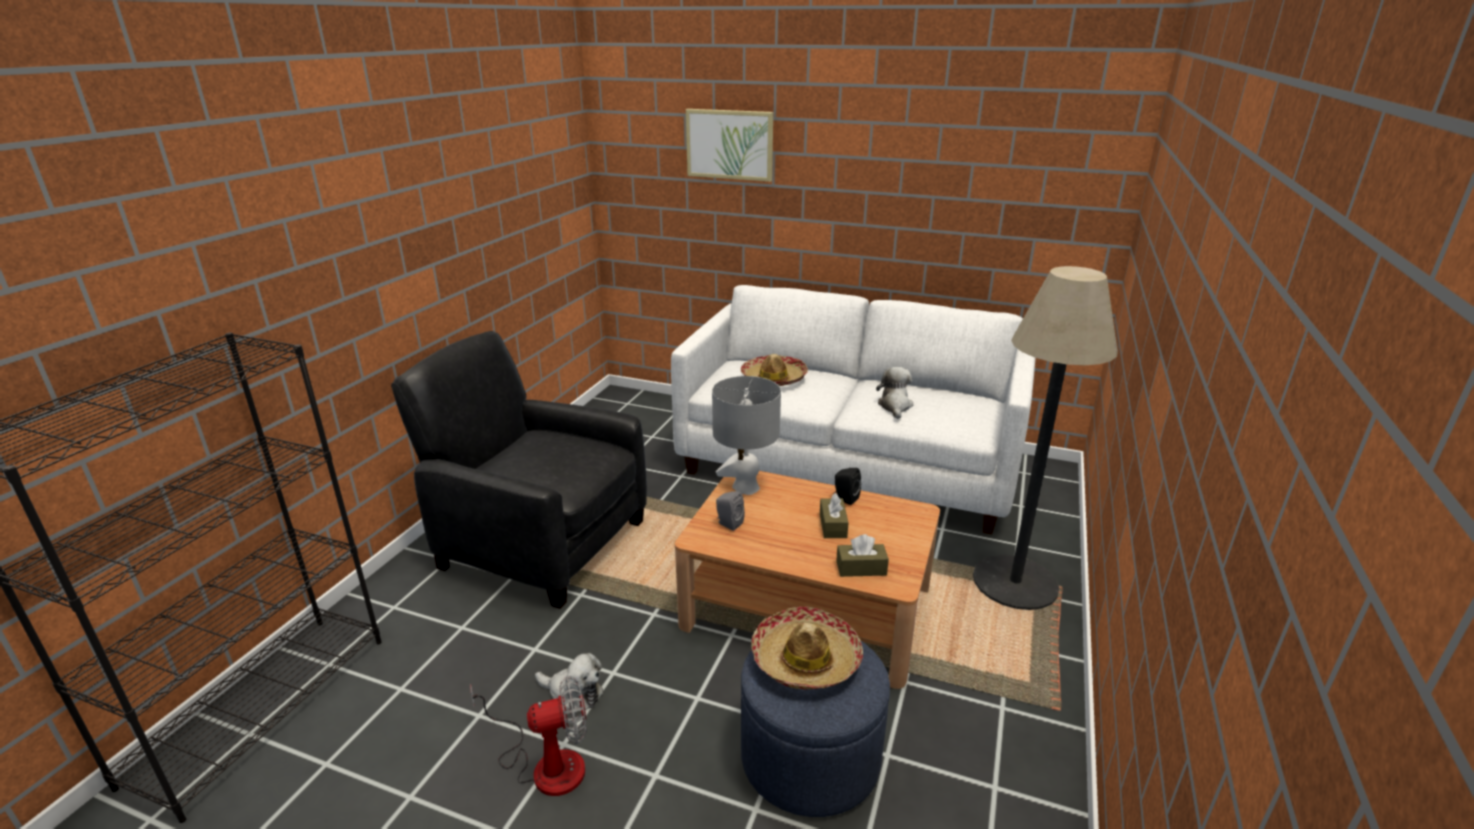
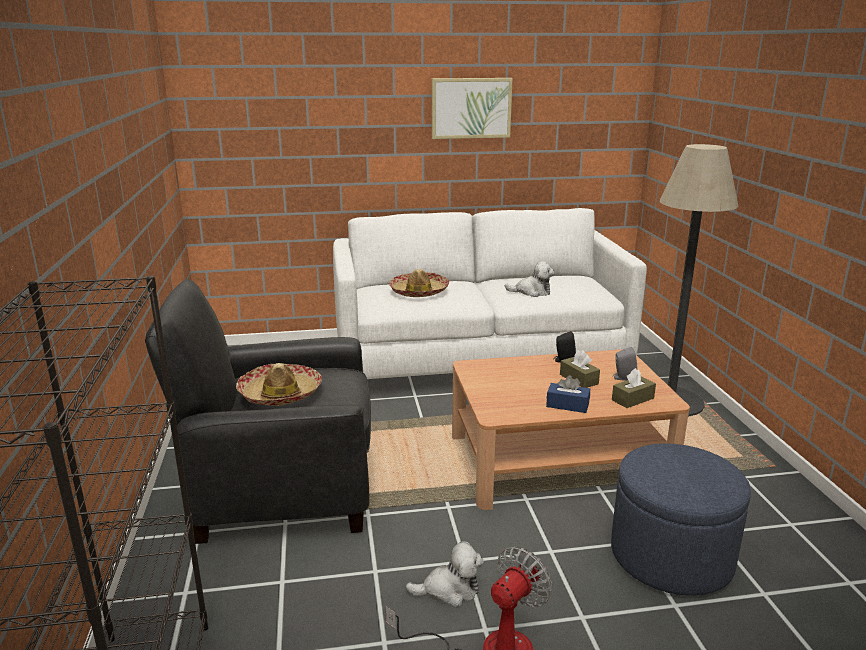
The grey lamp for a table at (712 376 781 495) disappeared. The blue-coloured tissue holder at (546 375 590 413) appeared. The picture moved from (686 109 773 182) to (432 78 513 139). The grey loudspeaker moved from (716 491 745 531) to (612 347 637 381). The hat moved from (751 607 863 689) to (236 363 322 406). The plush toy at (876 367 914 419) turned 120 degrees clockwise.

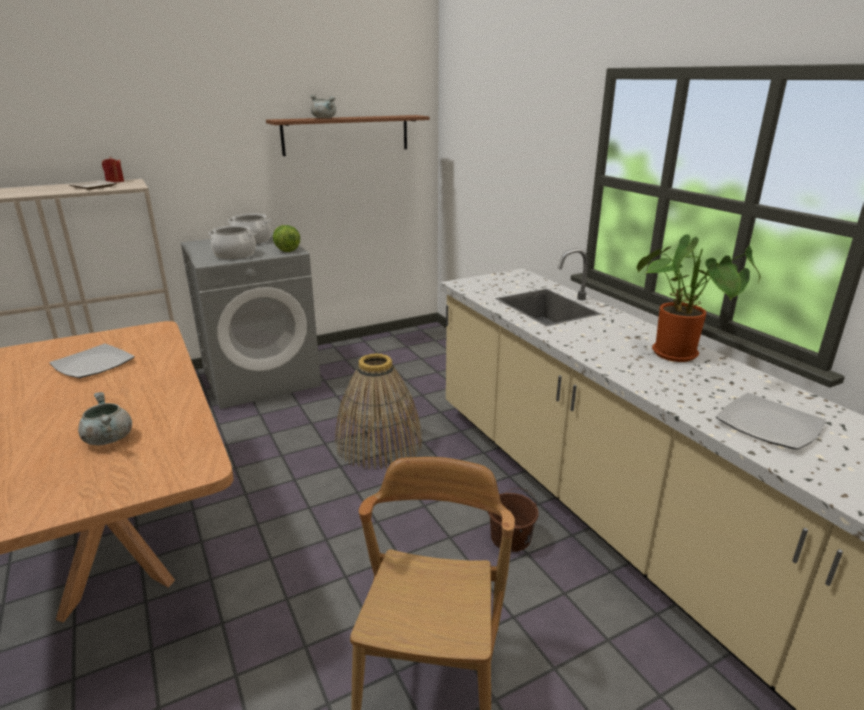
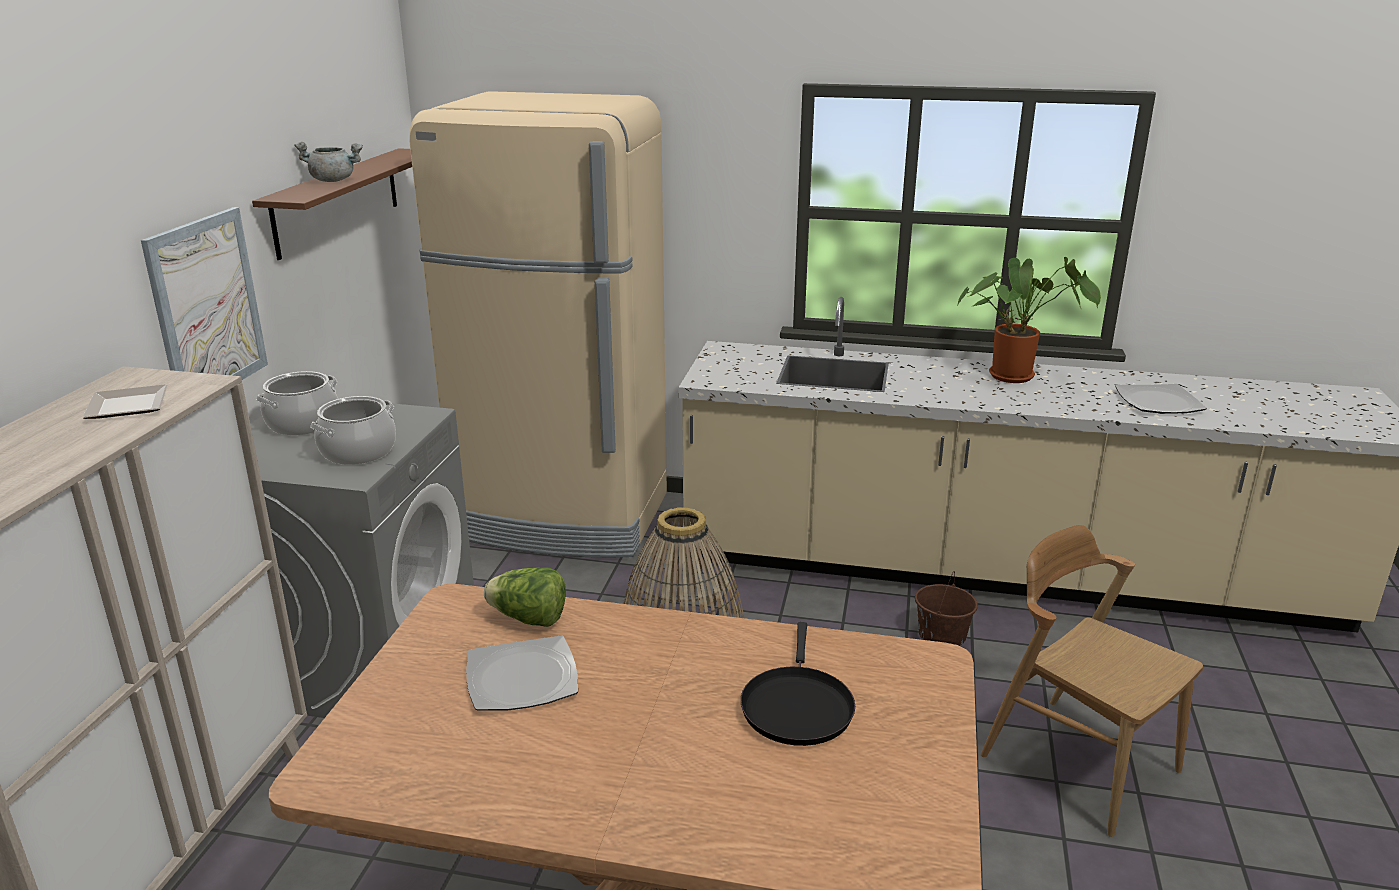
The reddish wax candle at (102 156 124 182) disappeared. The picture at (141 207 268 380) appeared. The beige fridge at (409 91 667 558) appeared. The head of lettuce moved from (273 225 300 252) to (484 567 566 627). The grey saucepot at (78 392 132 445) was replaced by the black-coloured skillet at (741 622 855 746).

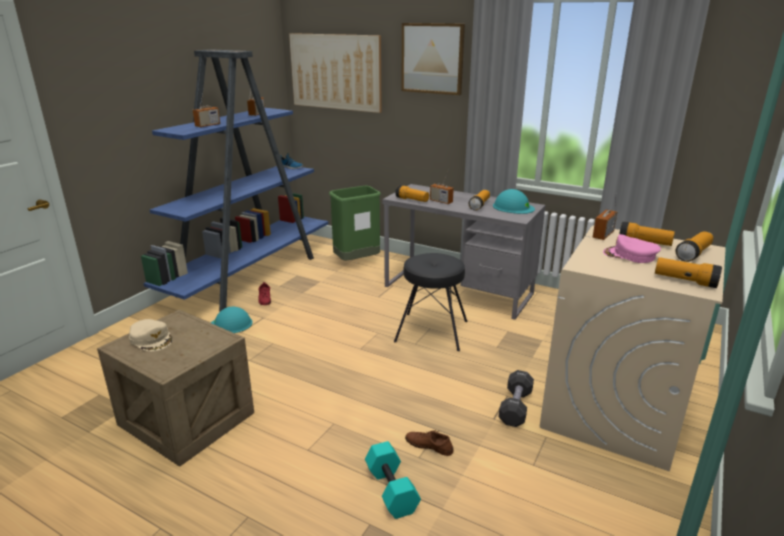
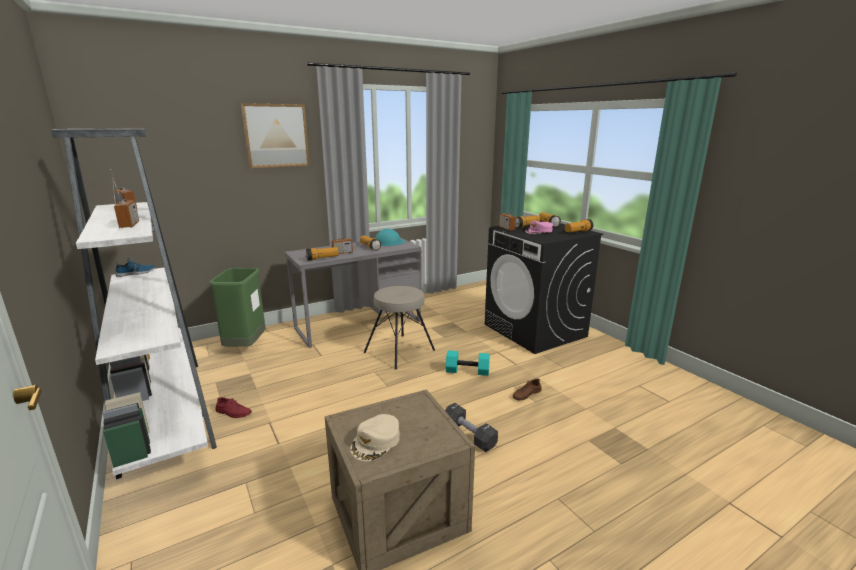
The turquoise hard hat at (211 307 253 333) disappeared. The picture at (289 33 382 113) disappeared. The turquoise hand weight moved from (365 441 421 519) to (446 350 490 376). The black-coloured hand weight moved from (499 370 534 427) to (445 403 498 452). The blue-coloured bookshelf at (141 49 328 311) became the white bookshelf at (51 128 217 479). The black-coloured sitting stool at (394 253 468 351) became the beige sitting stool at (364 286 435 370). The beige laundry appliance at (540 225 726 472) became the black-coloured laundry appliance at (485 220 603 354). The beige cap at (129 319 173 351) turned 135 degrees clockwise.

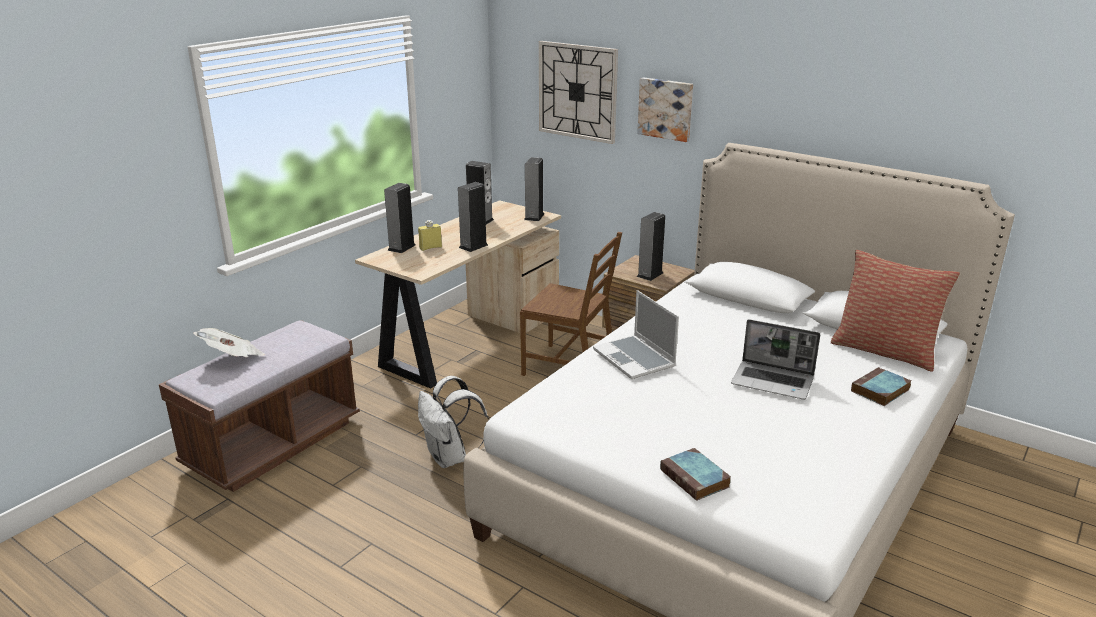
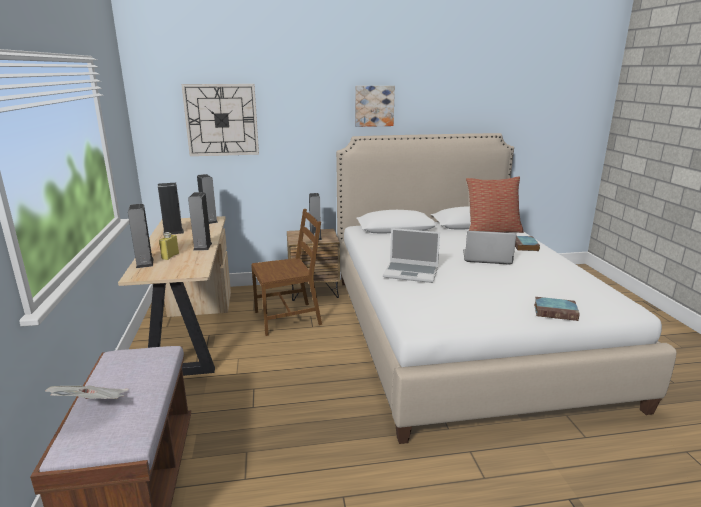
The white rucksack at (418 376 489 468) disappeared. The picture moved from (637 77 693 142) to (355 86 395 127). The laptop at (731 319 820 400) turned 150 degrees counterclockwise.

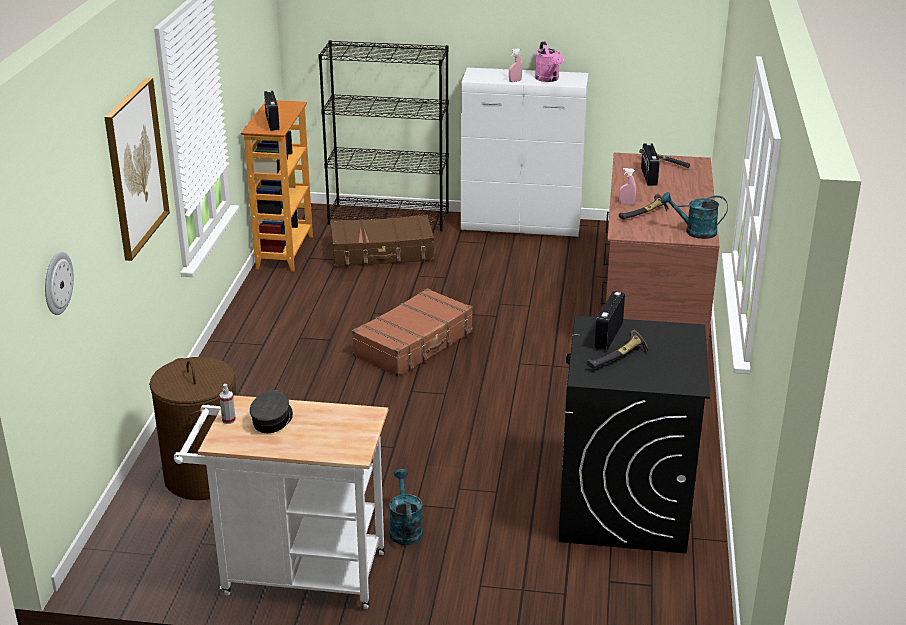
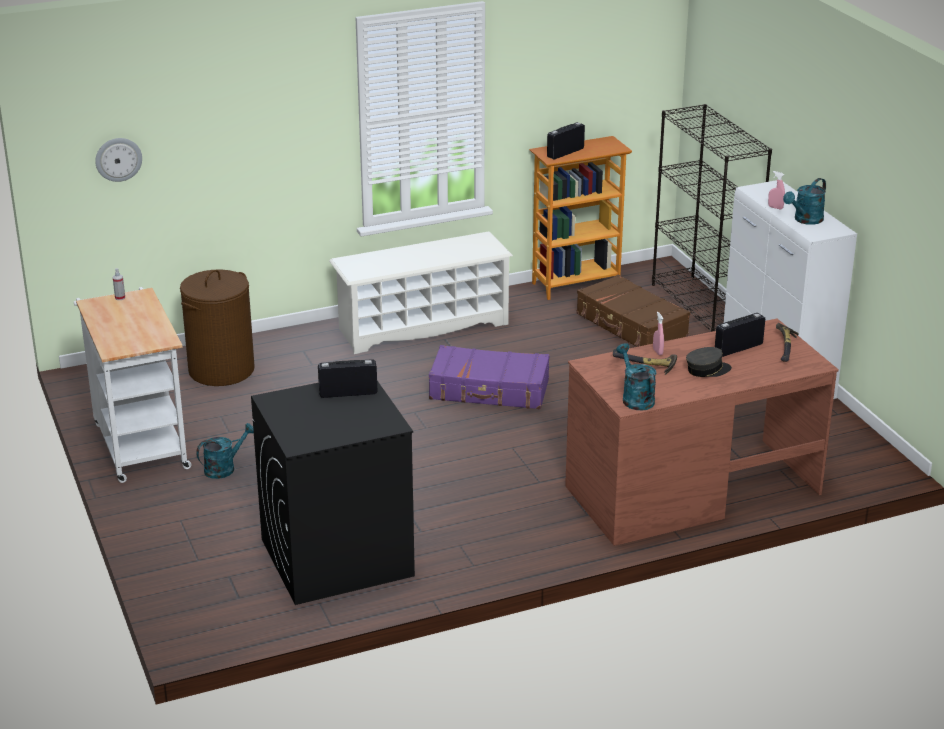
The picture at (104 77 170 261) disappeared. The hand hammer at (587 329 648 368) disappeared. The white shoe stand at (329 231 513 354) appeared. The grey cap moved from (250 390 293 433) to (686 347 732 377). The brown-coloured travel case at (352 288 473 377) became the purplish travel case at (429 345 550 409). The pinkish sprinkling can at (535 41 563 82) became the turquoise sprinkling can at (783 178 826 225).

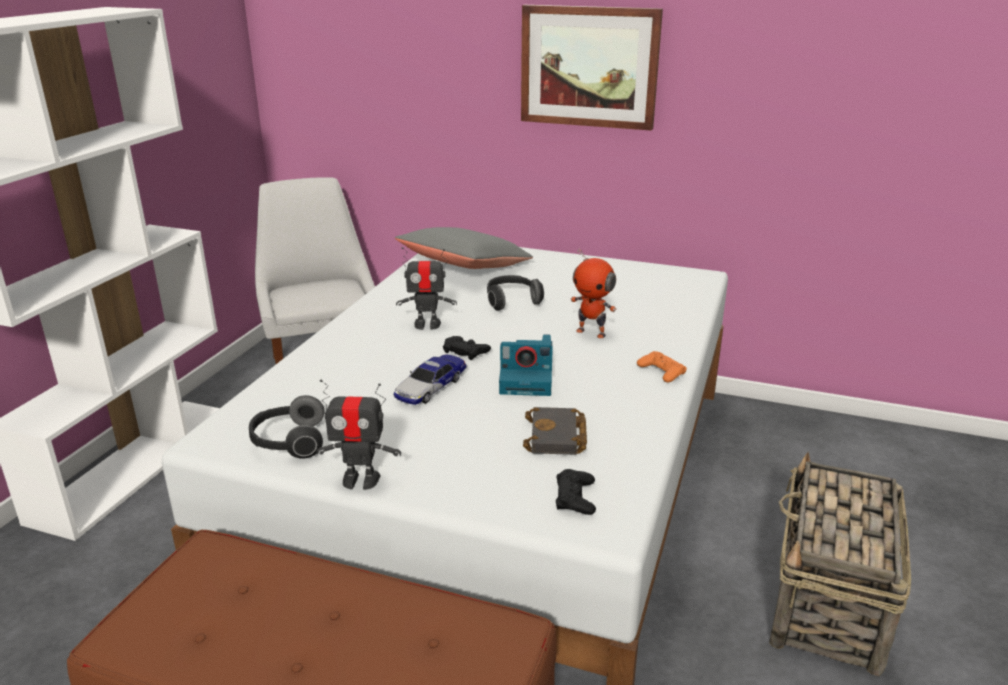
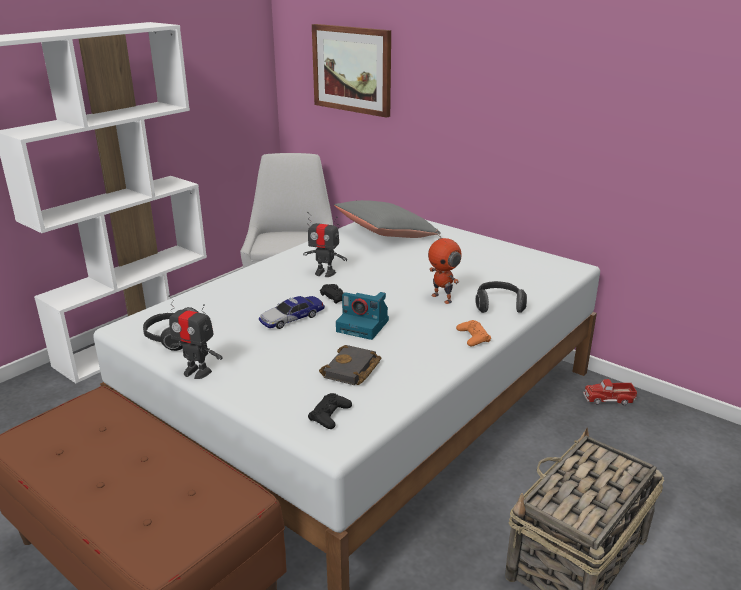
The toy lorry at (583 379 637 405) appeared. The headset moved from (487 275 544 311) to (475 281 527 313). The picture moved from (521 5 663 131) to (312 24 391 118).

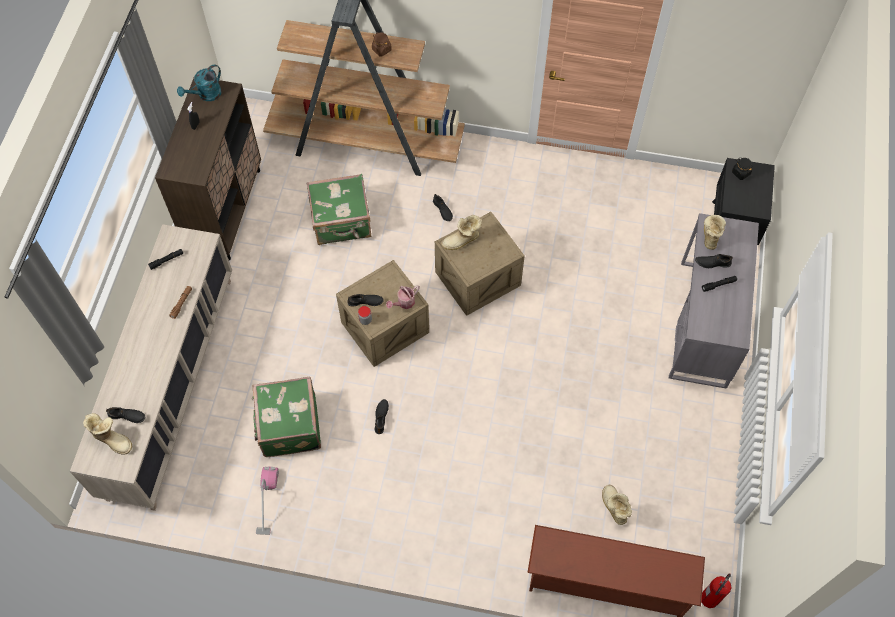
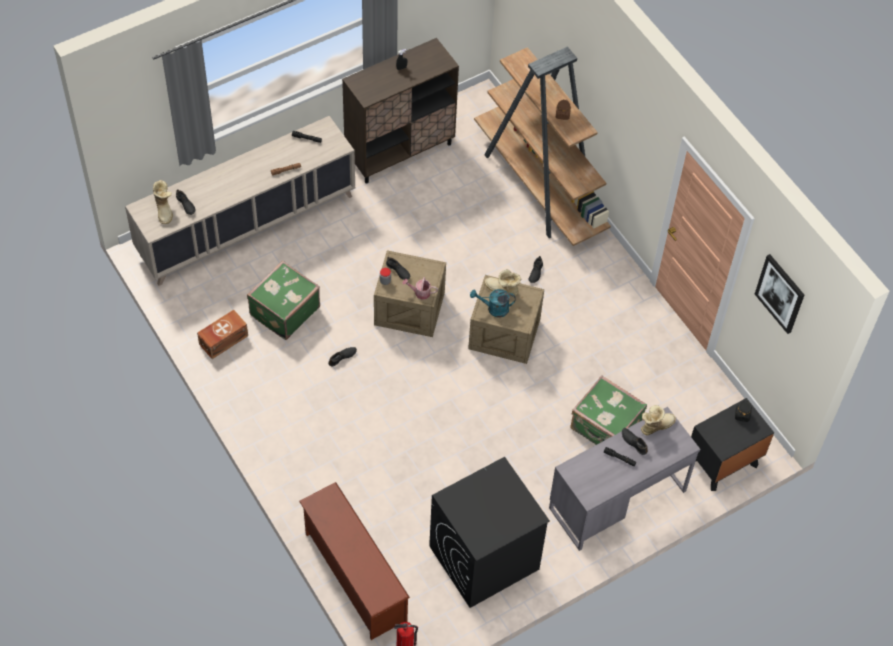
The boot at (602 485 632 525) disappeared. The black-coloured laundry appliance at (429 457 550 608) appeared. The picture at (755 254 804 334) appeared. The turquoise sprinkling can moved from (177 64 222 101) to (470 289 516 318). The green-coloured travel case moved from (306 174 372 245) to (570 375 647 445). The hoover at (256 467 279 535) was replaced by the brown-coloured storage container at (197 310 248 359).

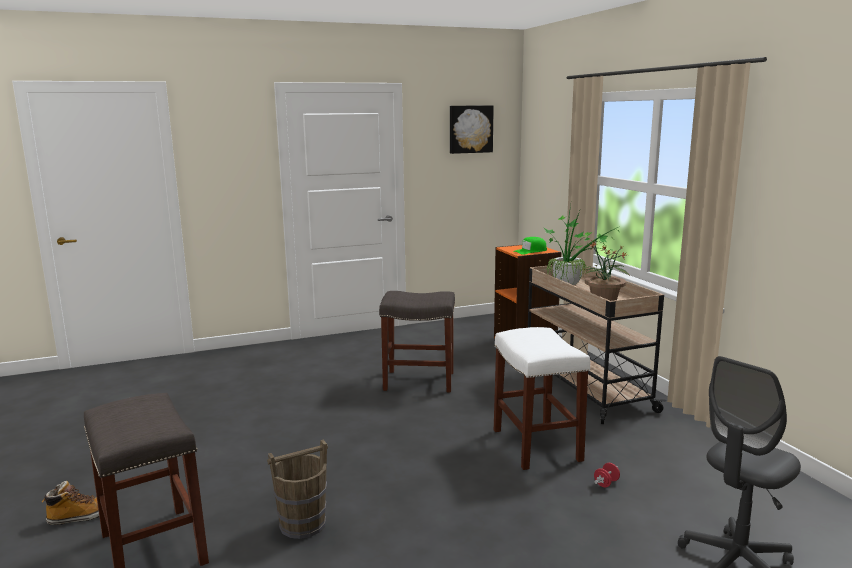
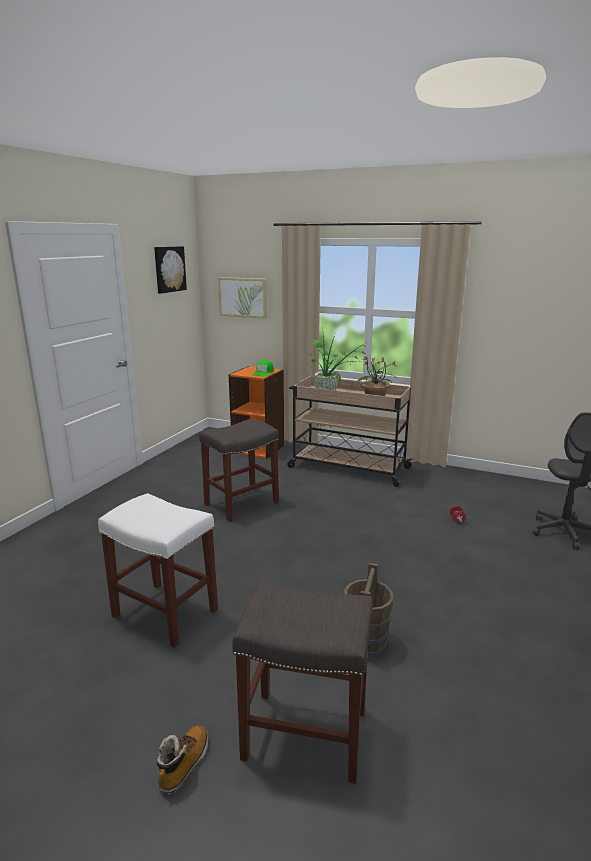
The picture at (218 277 267 319) appeared. The white sitting stool moved from (494 327 590 470) to (98 493 218 648).

